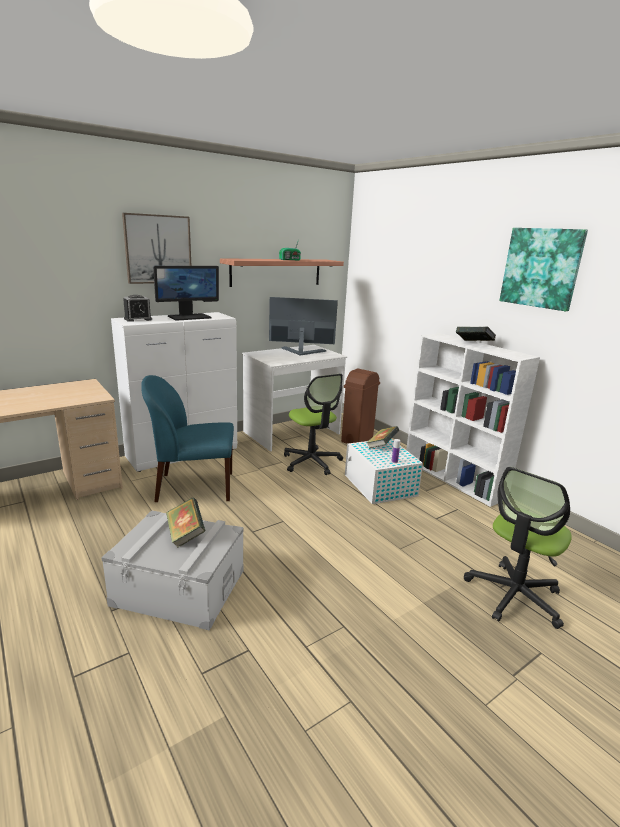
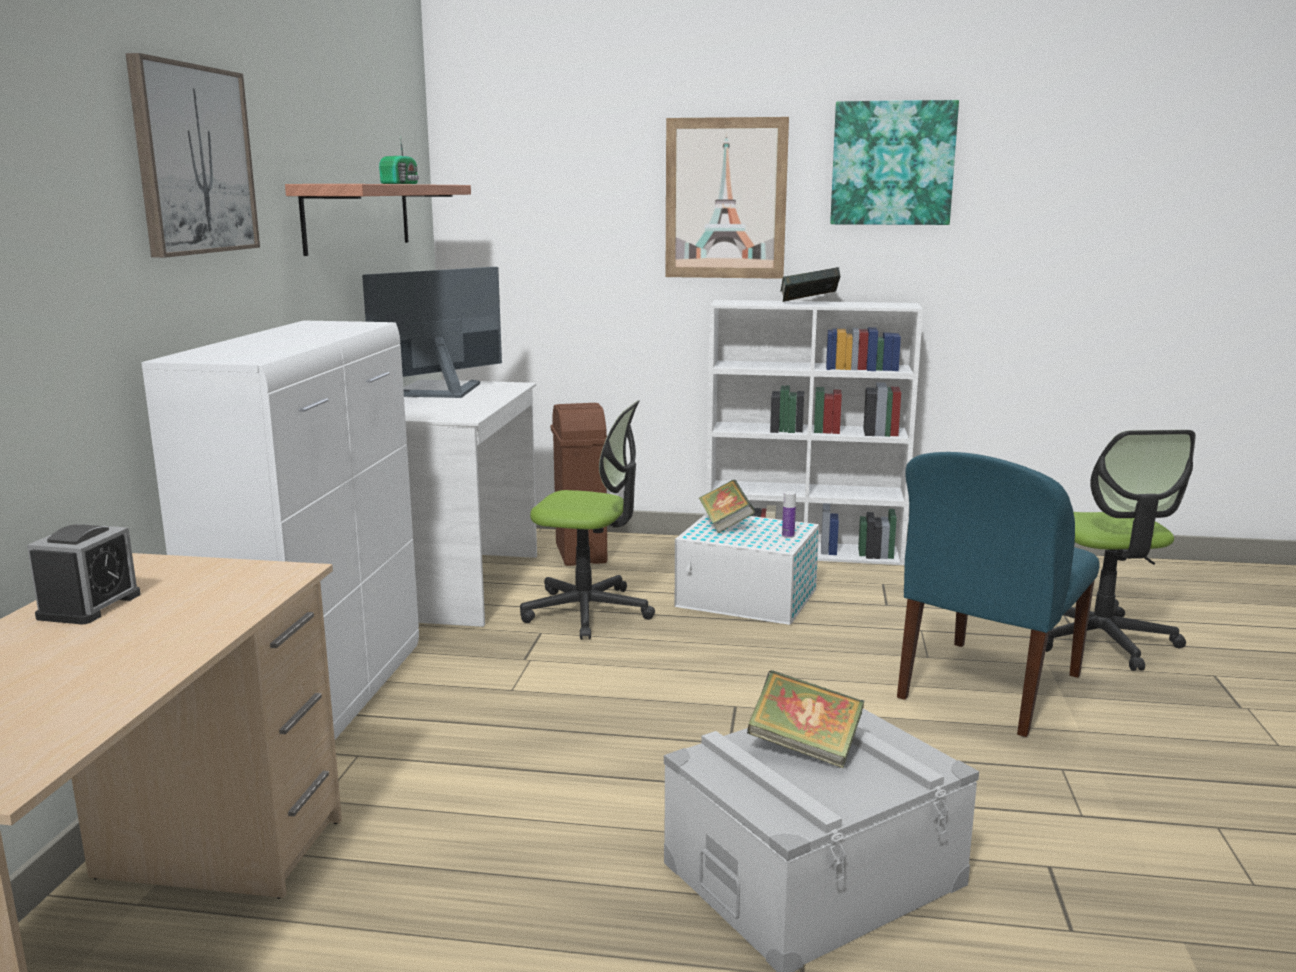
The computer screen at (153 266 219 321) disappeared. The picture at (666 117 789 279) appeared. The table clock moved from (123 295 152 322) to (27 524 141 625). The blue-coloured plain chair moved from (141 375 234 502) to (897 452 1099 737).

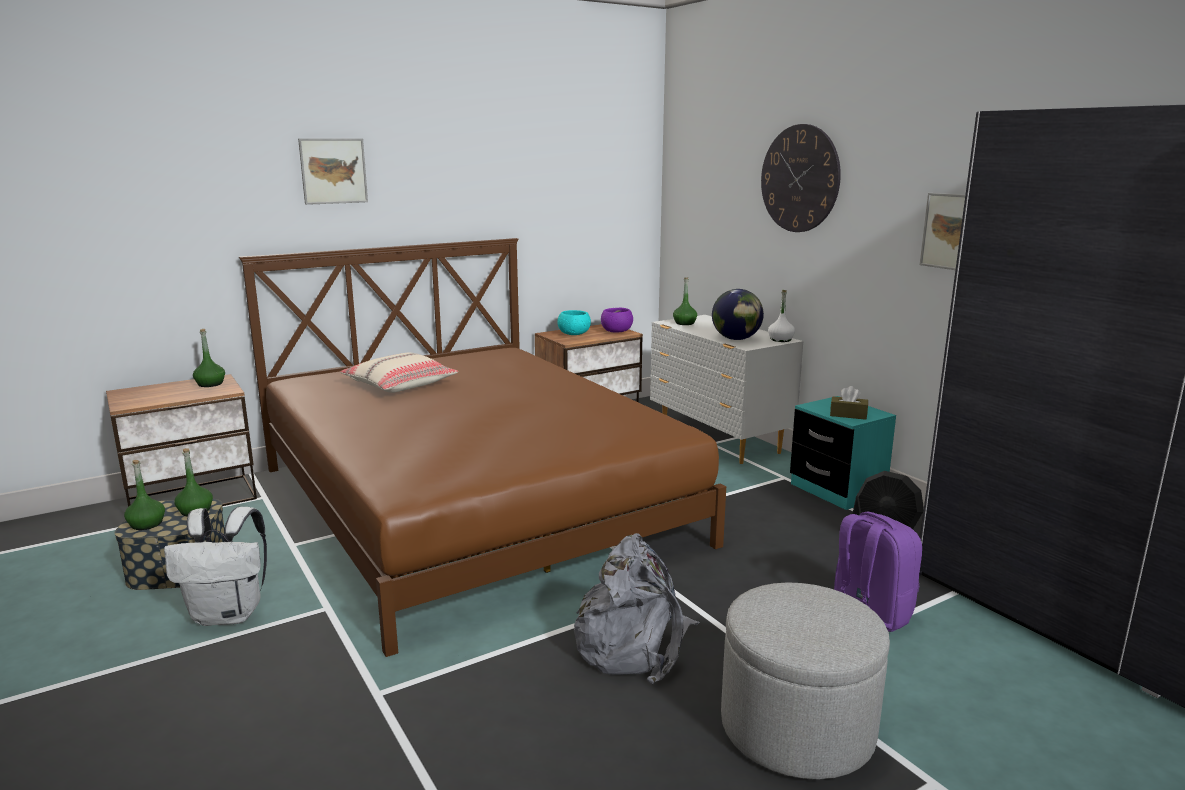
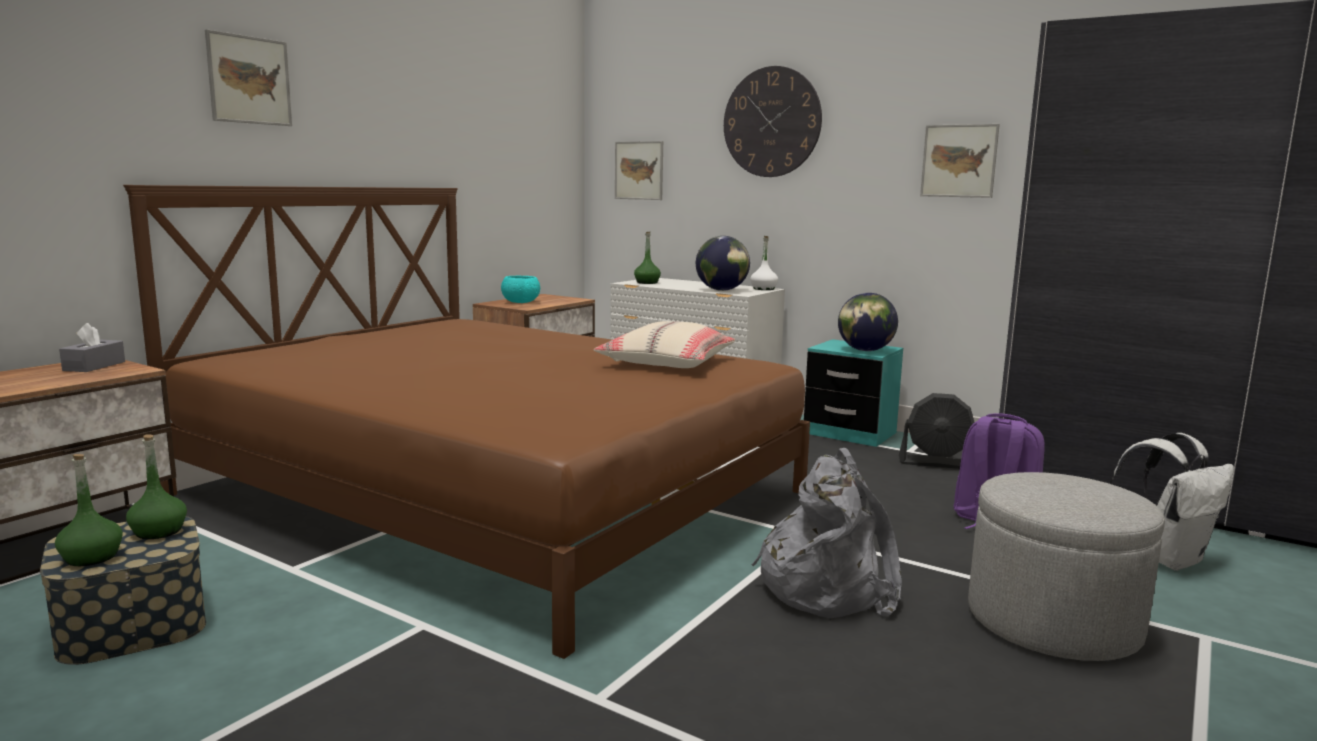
The purplish serving bowl at (601 308 633 333) disappeared. The picture at (615 141 663 200) appeared. The white rucksack moved from (164 507 267 626) to (1110 433 1234 571). The beige throw pillow moved from (340 353 458 393) to (594 321 735 368). The green-coloured drink bottle at (193 329 225 387) was replaced by the grey tissue holder at (59 323 125 372). The brown-coloured tissue holder at (830 386 868 420) was replaced by the desk globe at (838 293 898 351).

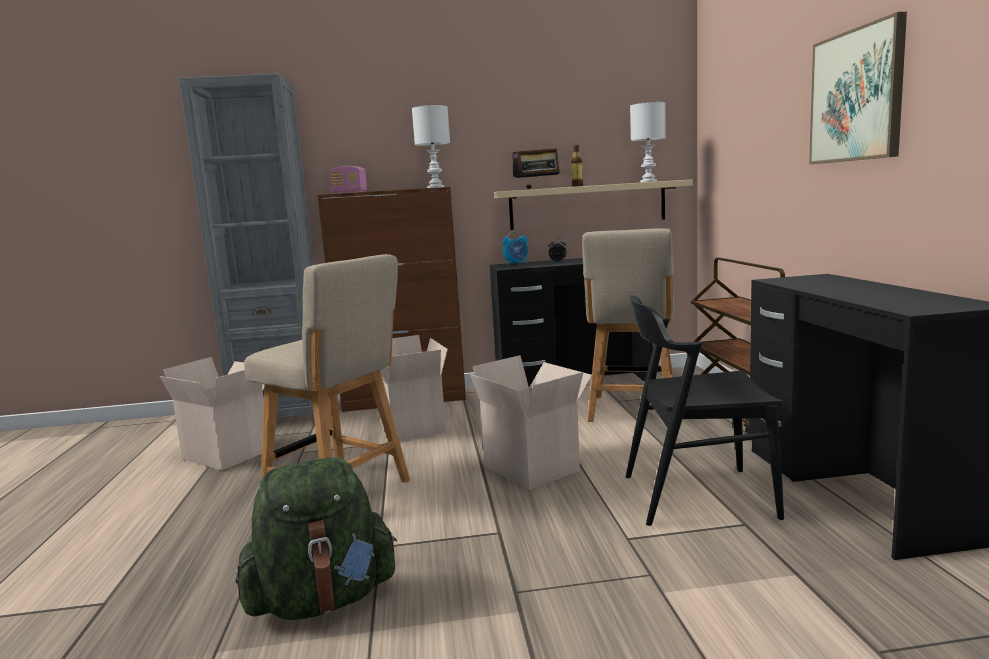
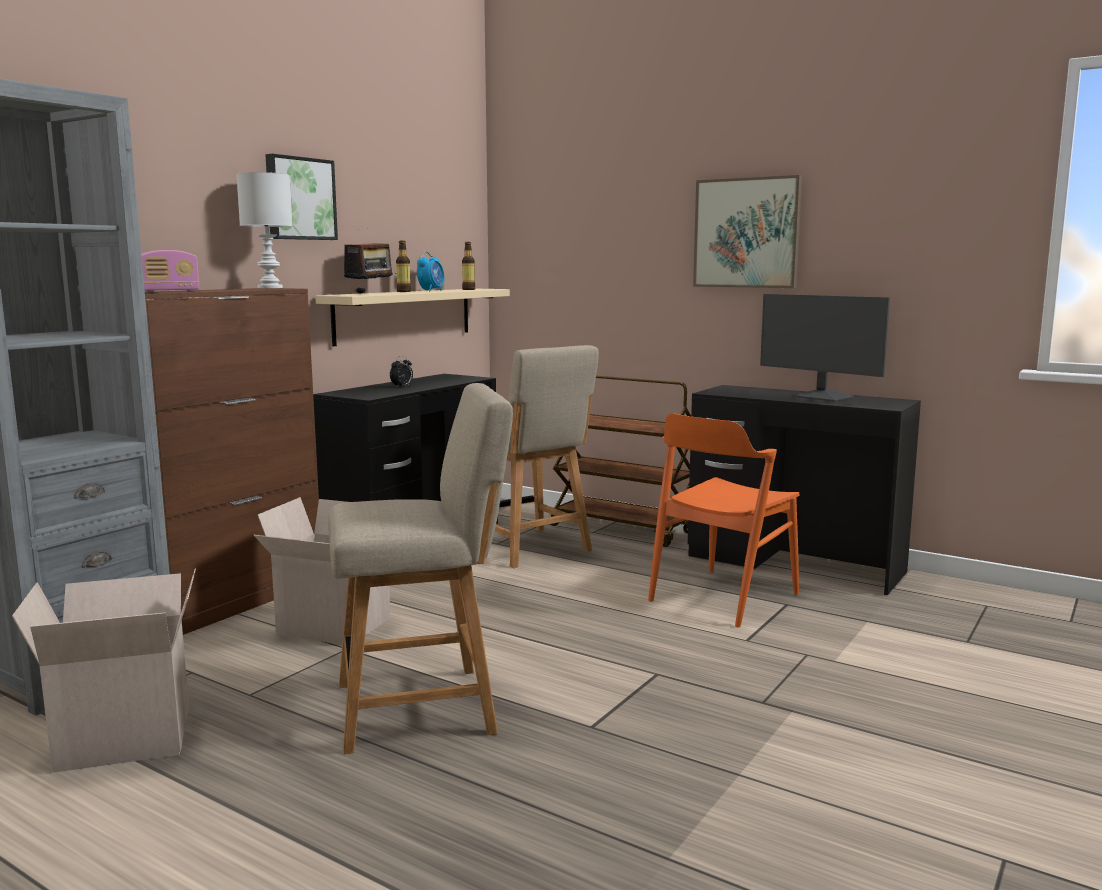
The green-coloured rucksack at (236 457 397 620) disappeared. The packing box at (470 355 592 490) disappeared. The picture at (265 154 338 240) appeared. The computer screen at (760 294 890 402) appeared. The table clock moved from (502 232 528 265) to (417 251 444 292). The white lamp for a table at (630 102 666 182) was replaced by the drink bottle at (462 242 475 290). The black-coloured plain chair at (626 295 784 526) became the orange-coloured plain chair at (648 414 800 627).

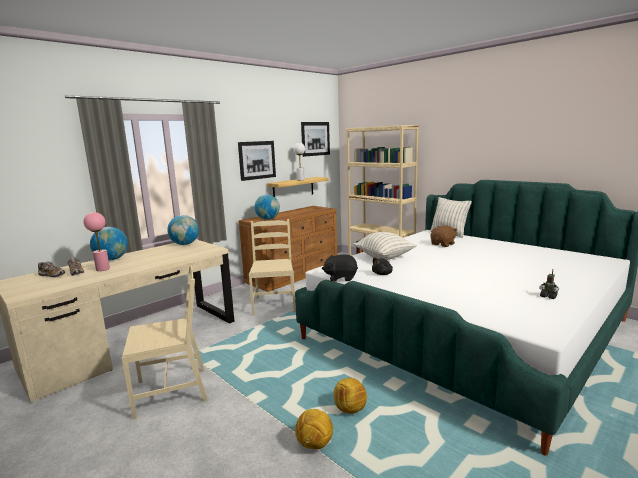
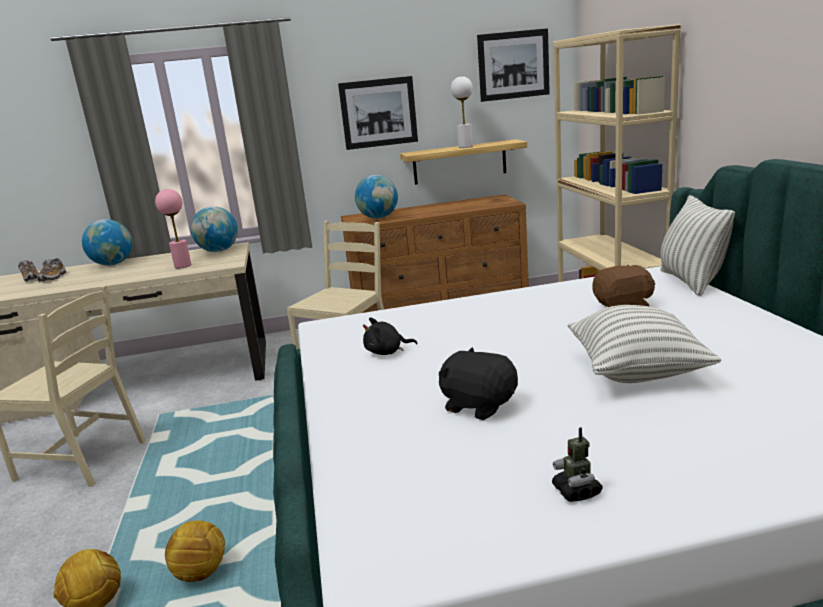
The pinkish lamp for a table moved from (84 212 110 271) to (155 189 191 269). The black-coloured plush toy moved from (322 254 358 282) to (439 347 518 420). The throw pillow moved from (353 232 417 260) to (568 305 721 383).

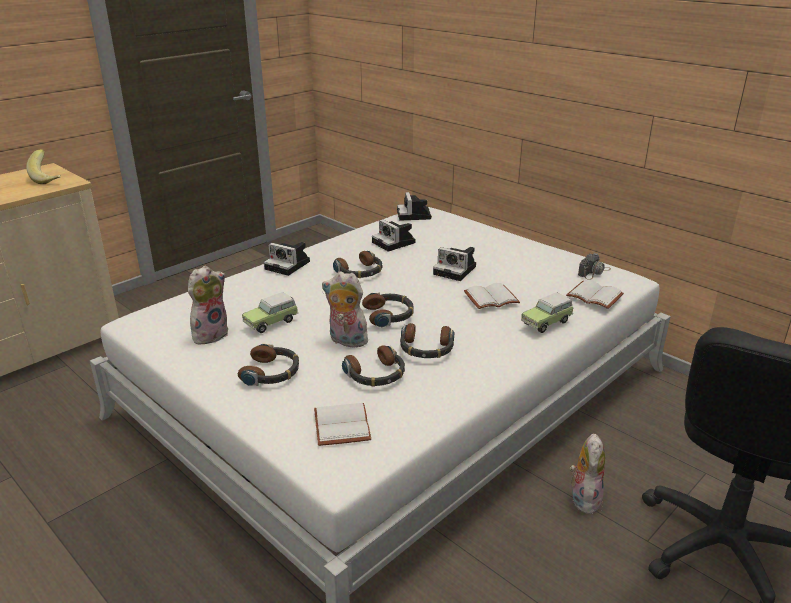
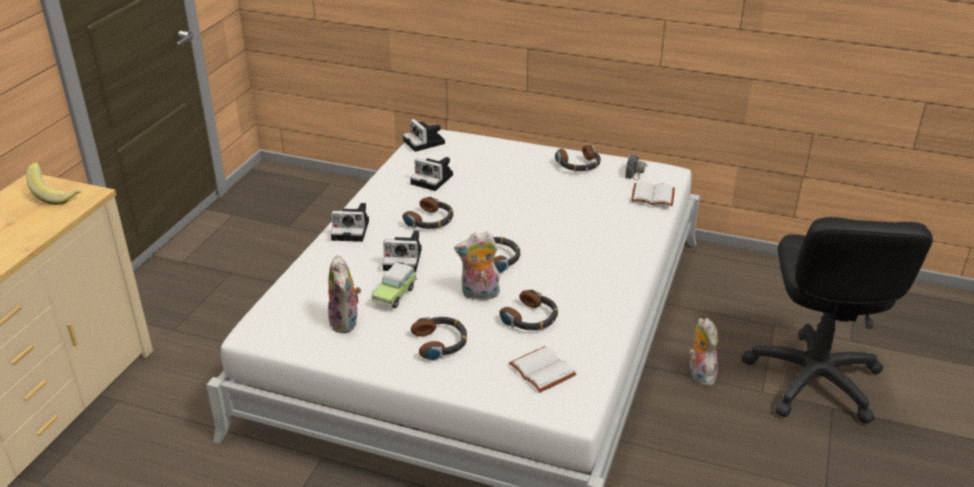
The white volume at (464 283 520 309) disappeared. The toy car at (521 292 573 333) disappeared. The headset moved from (400 323 454 358) to (555 145 601 171). The still camera moved from (433 247 476 281) to (382 231 422 272). The plush toy at (188 266 228 344) turned 150 degrees clockwise.

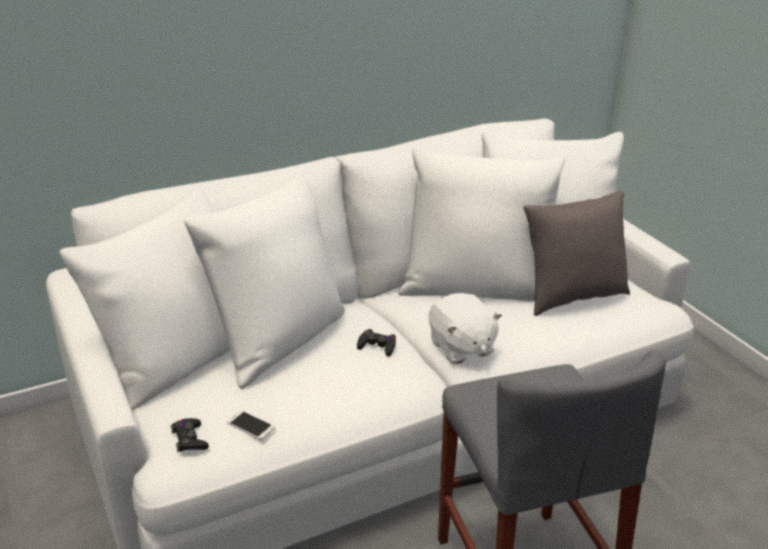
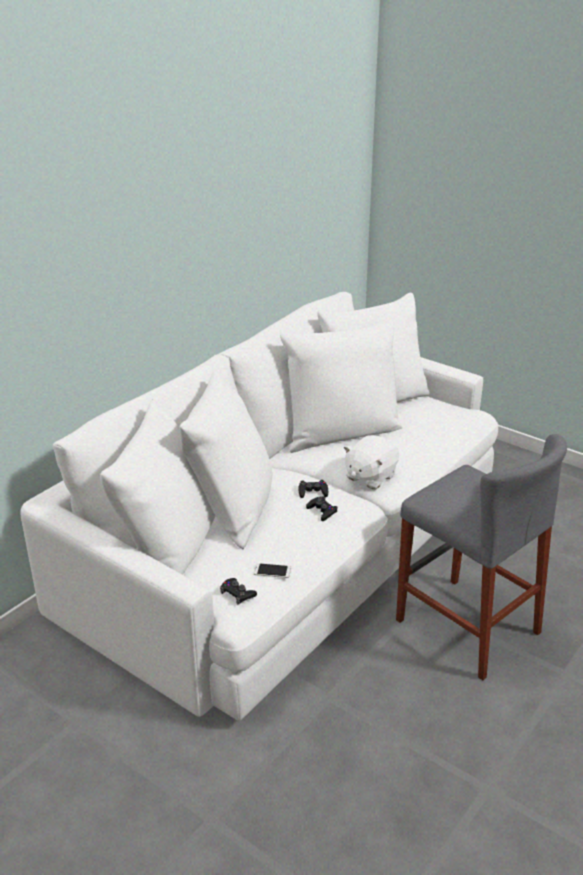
The grey throw pillow at (524 191 630 316) disappeared. The black-coloured game controller at (306 496 338 521) appeared. The white plush toy at (429 293 502 364) turned 90 degrees clockwise.

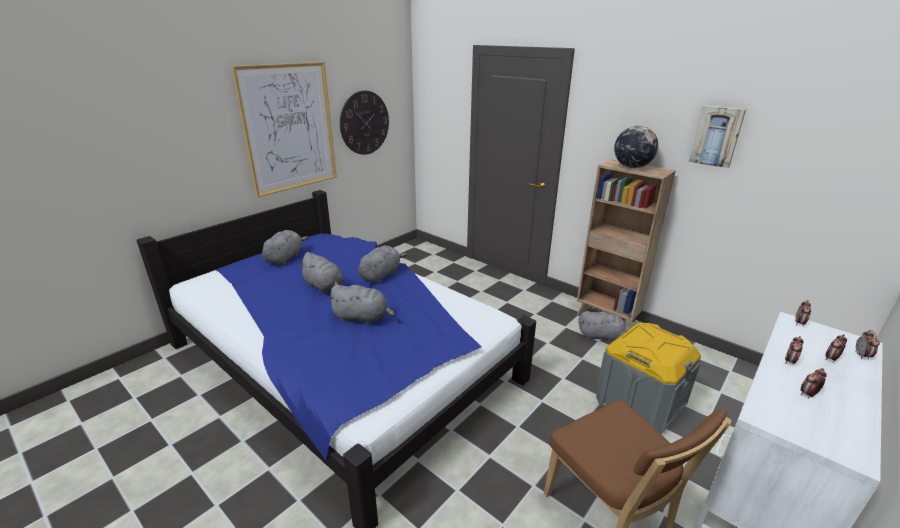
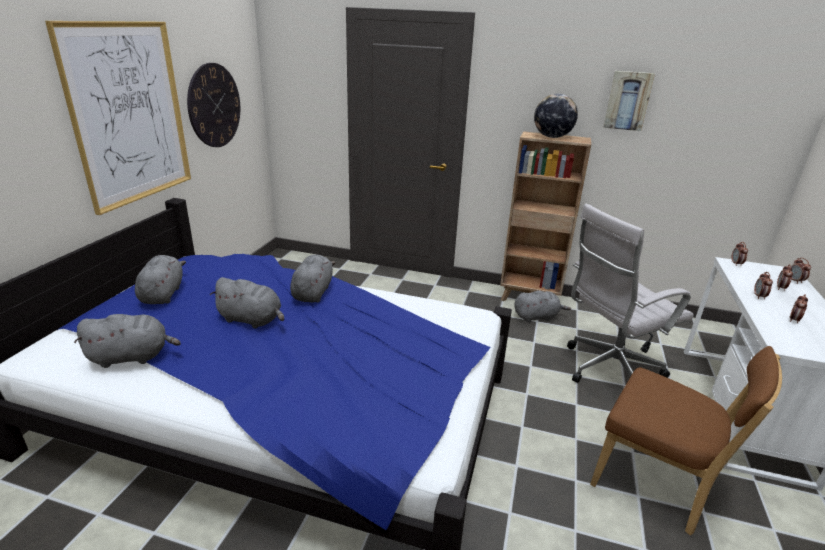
The grey plush toy moved from (328 284 395 325) to (74 314 181 368). The grey storage container at (596 323 701 434) was replaced by the white desk chair at (567 204 694 383).

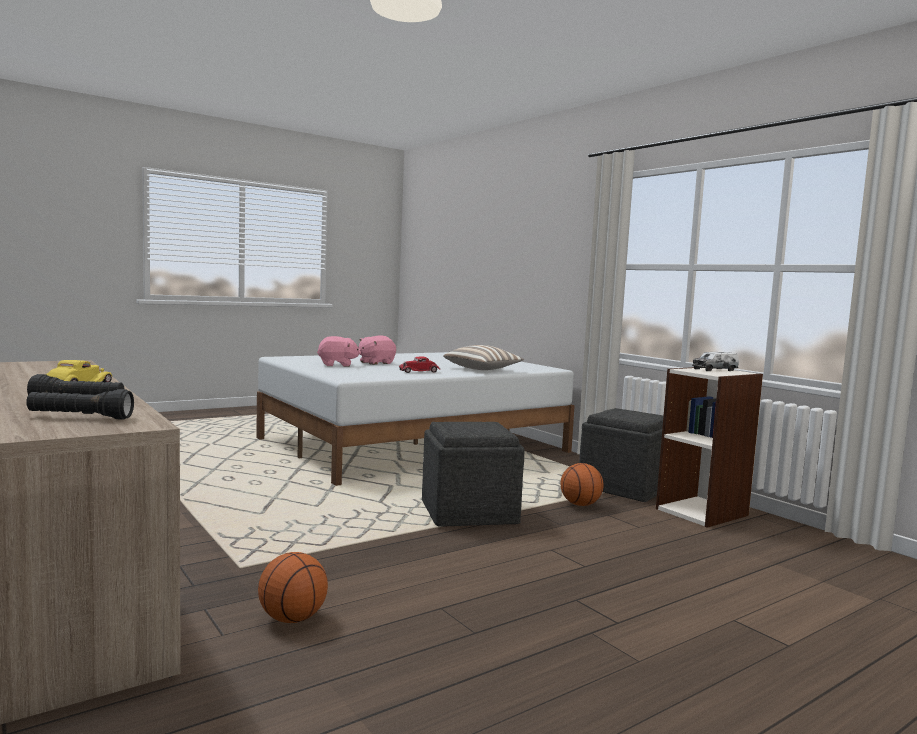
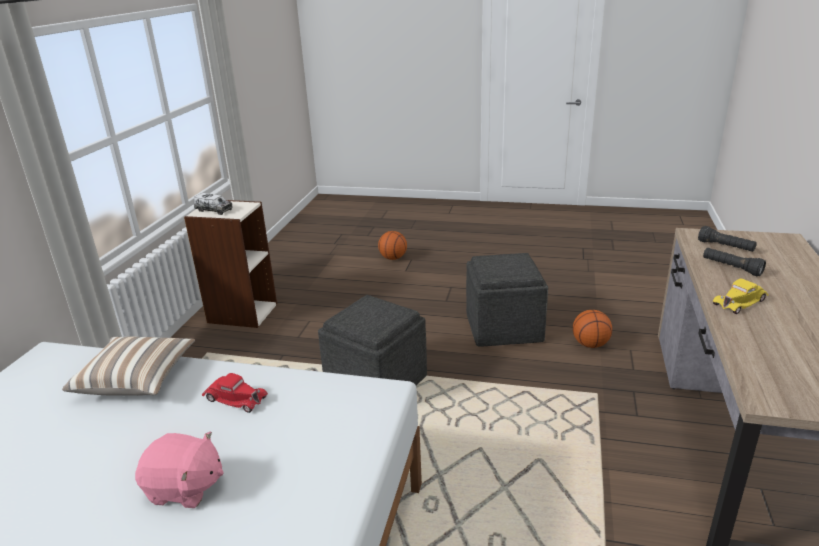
The pinkish plush toy at (317 336 361 367) disappeared. The basketball moved from (561 463 604 506) to (378 231 407 260). The grey footrest moved from (579 408 664 502) to (466 253 548 347).

